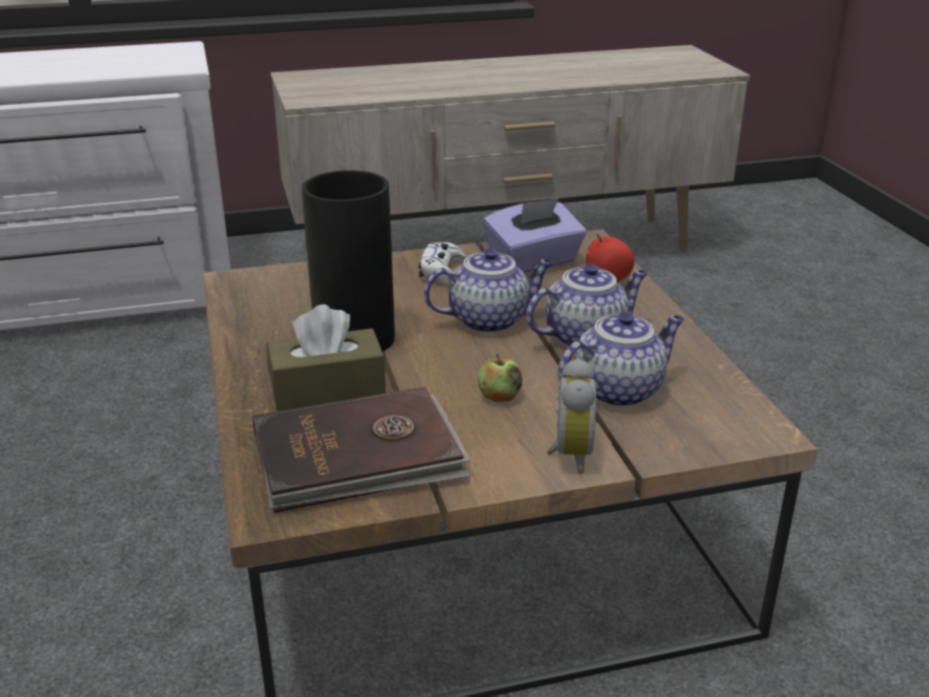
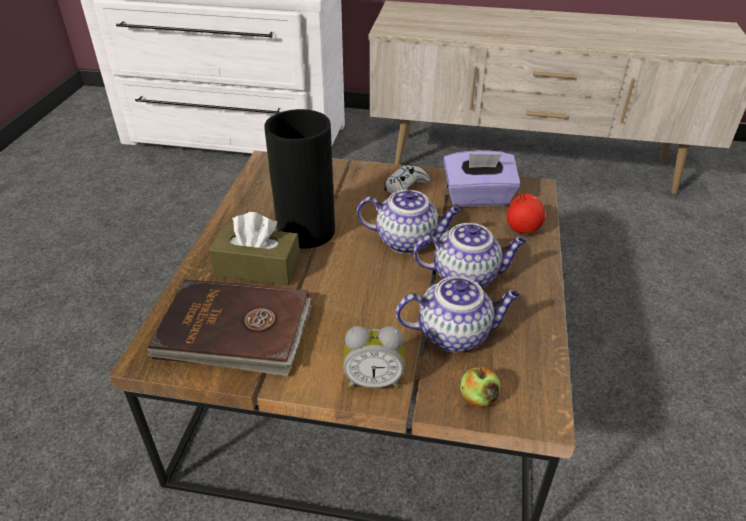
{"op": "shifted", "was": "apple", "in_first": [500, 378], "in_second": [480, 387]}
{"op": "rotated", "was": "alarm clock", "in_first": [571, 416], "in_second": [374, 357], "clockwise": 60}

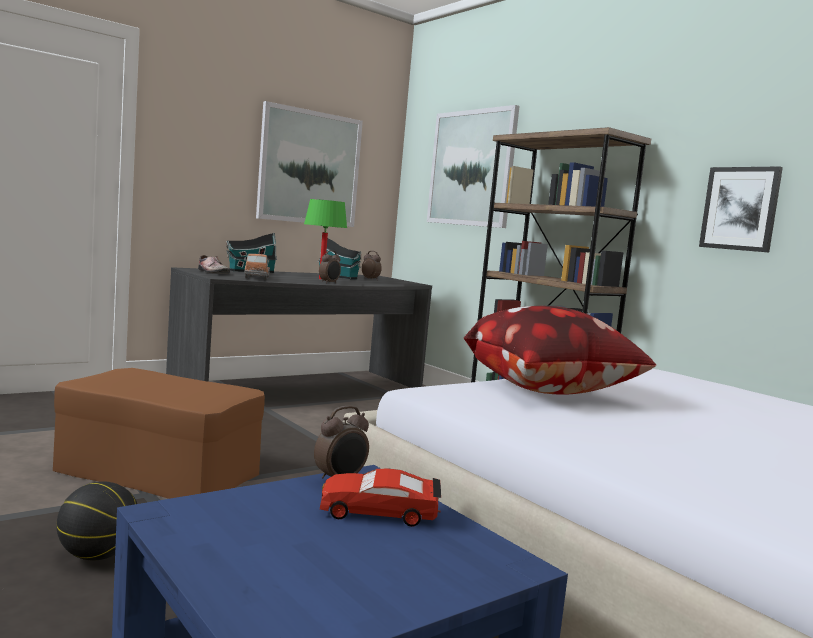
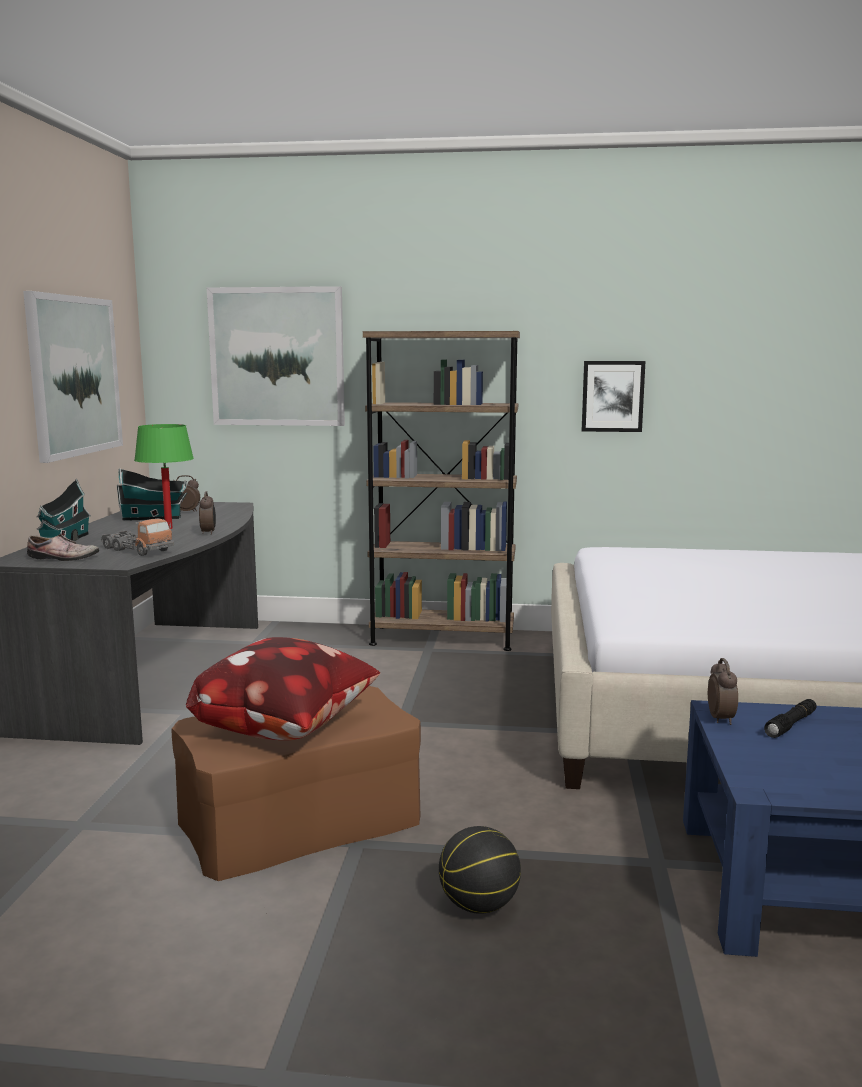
{"op": "swapped", "was": "red toy car", "now": "black flashlight", "in_first": [380, 498], "in_second": [790, 718]}
{"op": "shifted", "was": "pillow", "in_first": [560, 350], "in_second": [283, 688]}

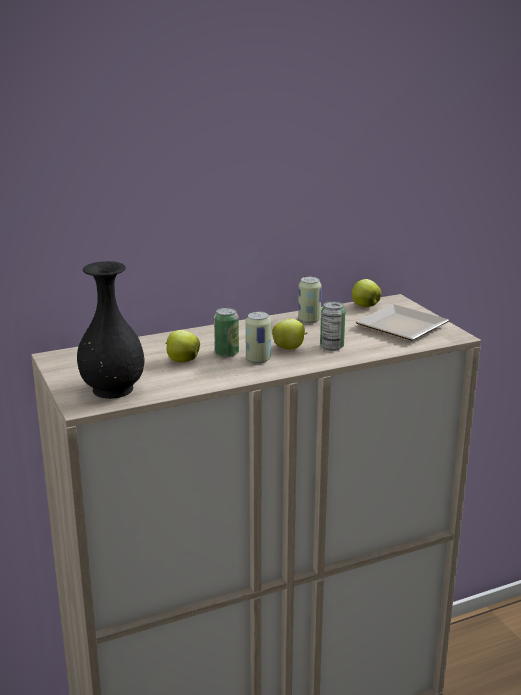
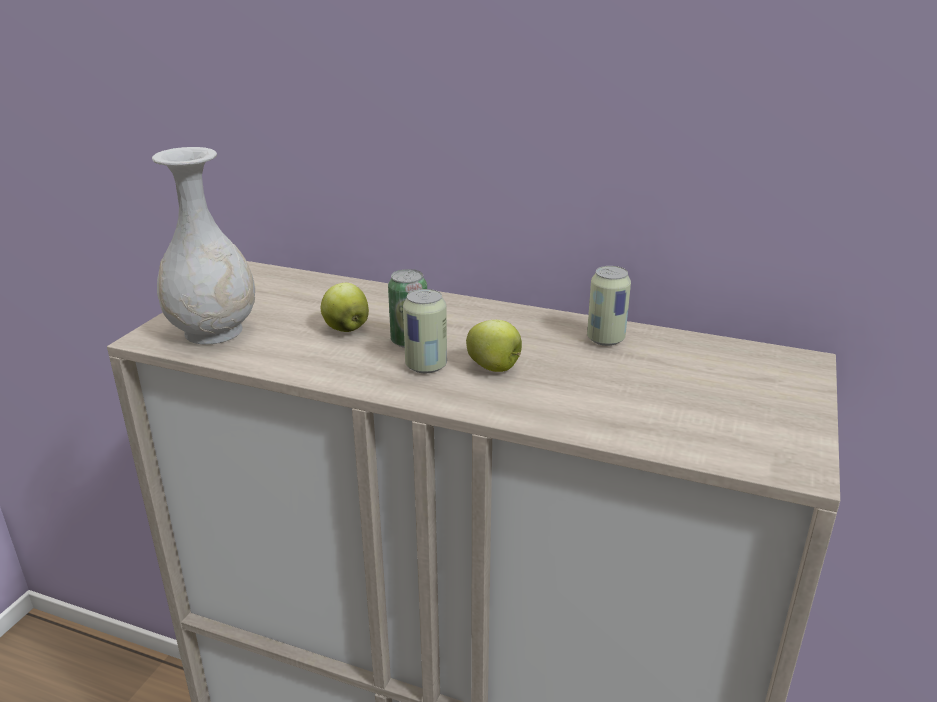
{"op": "repainted", "was": "black vase", "now": "white vase", "in_first": [111, 330], "in_second": [203, 246]}
{"op": "gone", "was": "can", "in_first": [332, 326]}
{"op": "gone", "was": "apple", "in_first": [366, 293]}
{"op": "gone", "was": "plate", "in_first": [402, 322]}

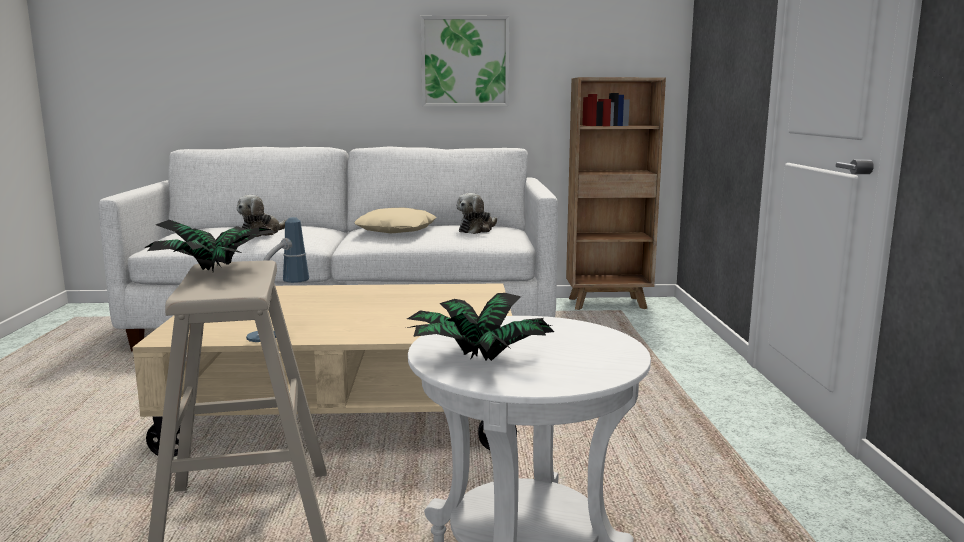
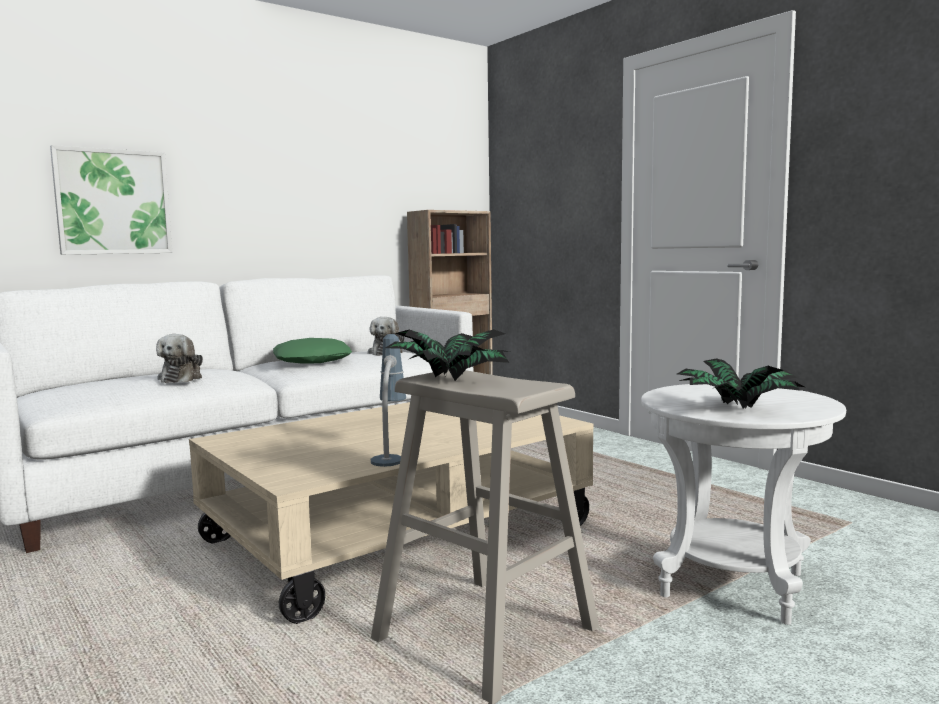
{"op": "repainted", "was": "beige pillow", "now": "green pillow", "in_first": [395, 220], "in_second": [312, 351]}
{"op": "shifted", "was": "picture", "in_first": [465, 61], "in_second": [111, 200]}

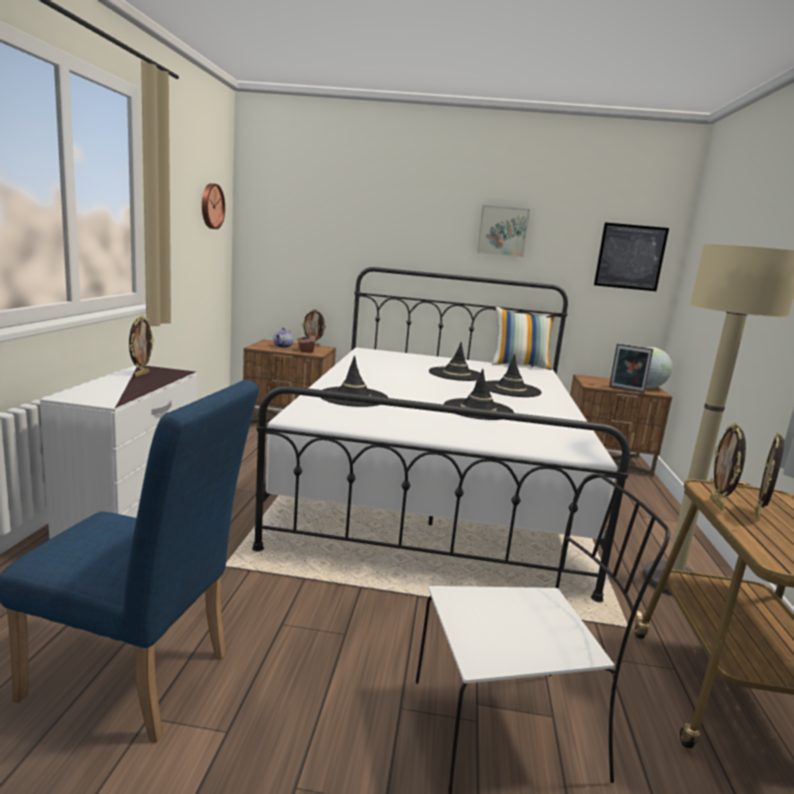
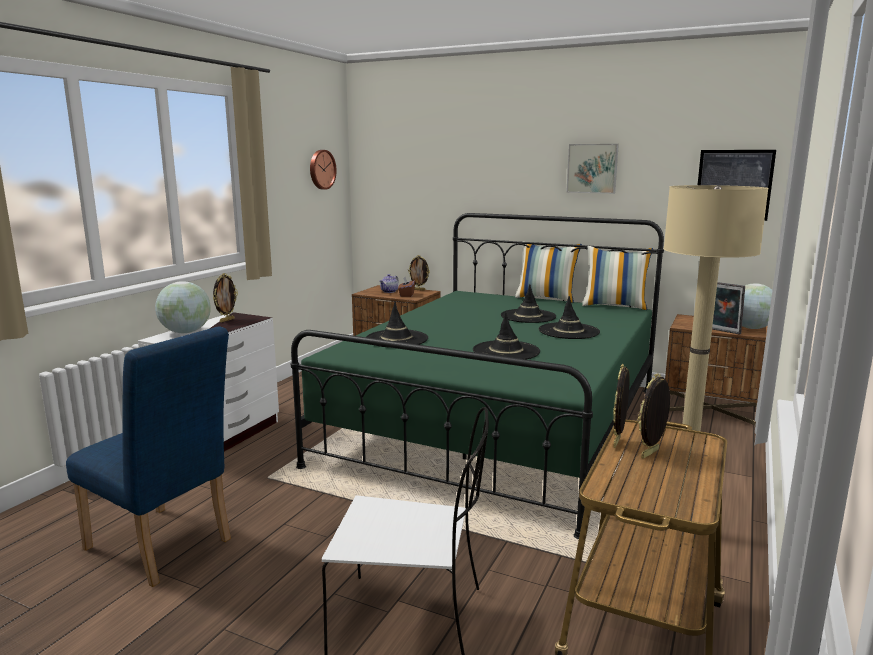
{"op": "repainted", "was": "white bed", "now": "green bed", "in_first": [441, 434], "in_second": [477, 376]}
{"op": "new", "now": "globe", "in_second": [183, 307]}
{"op": "new", "now": "pillow", "in_second": [548, 272]}

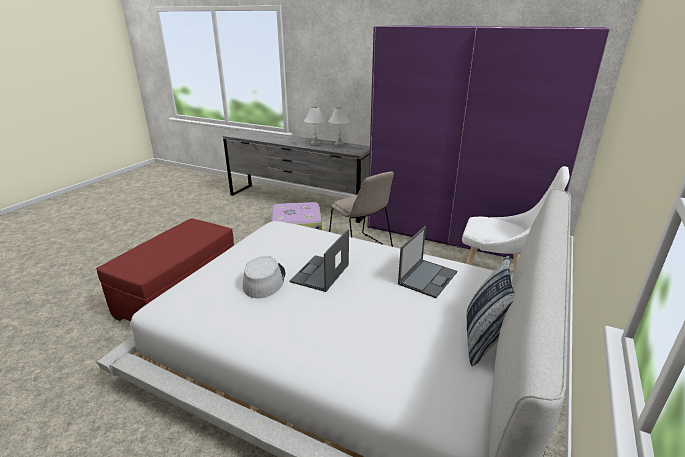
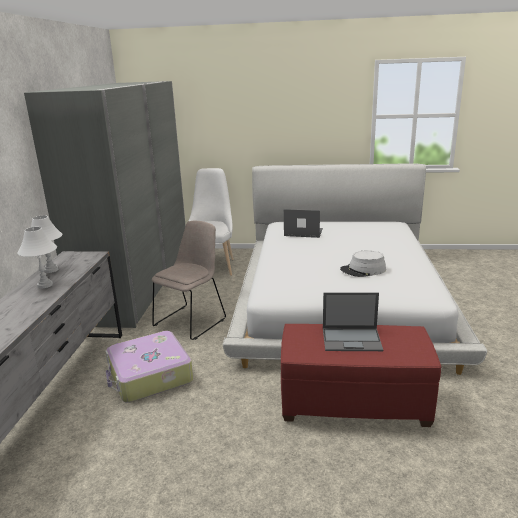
{"op": "shifted", "was": "laptop", "in_first": [319, 260], "in_second": [353, 321]}
{"op": "repainted", "was": "purple wardrobe", "now": "grey wardrobe", "in_first": [489, 142], "in_second": [105, 204]}
{"op": "gone", "was": "pillow", "in_first": [490, 310]}

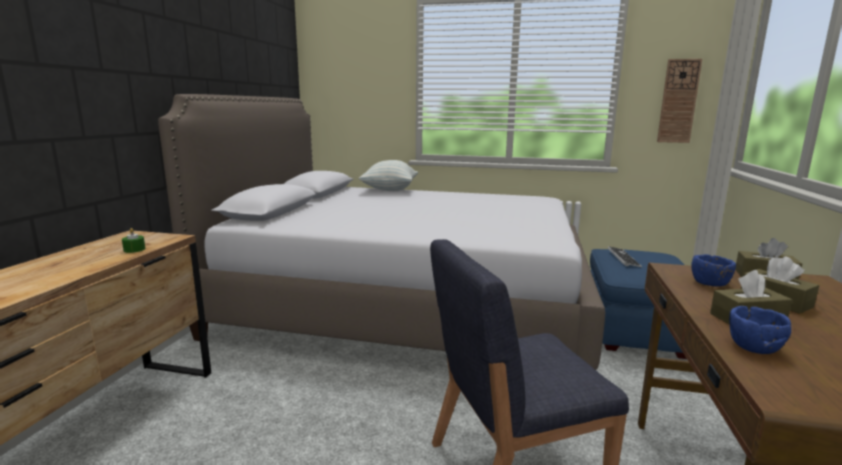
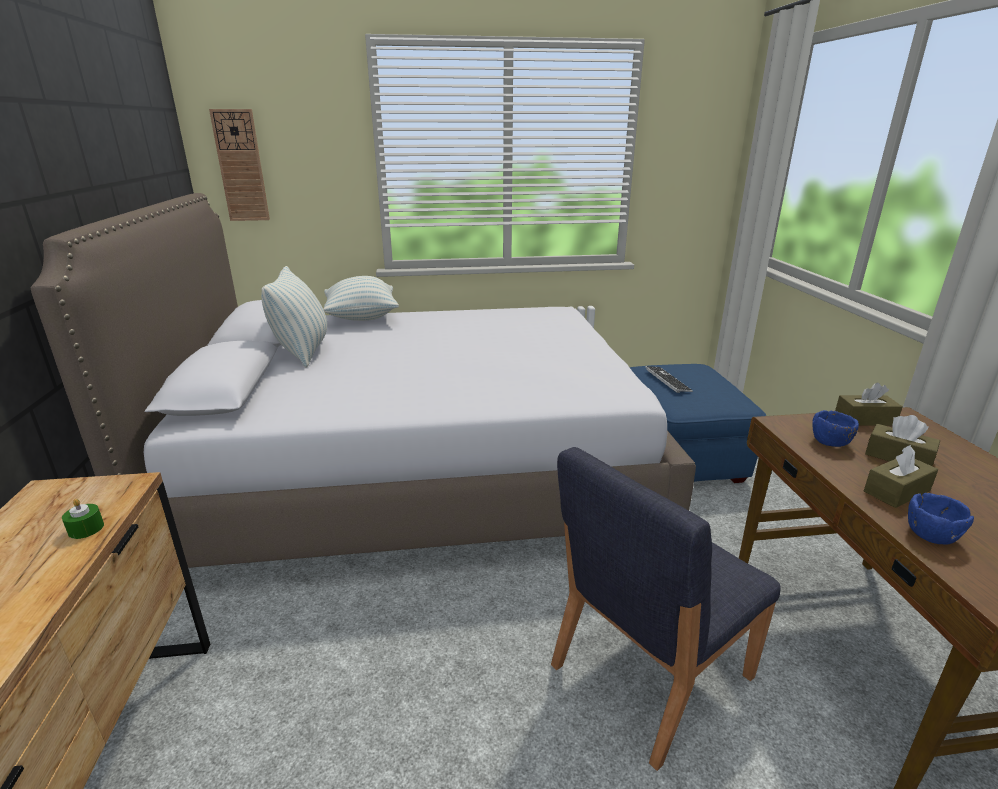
{"op": "shifted", "was": "wall clock", "in_first": [679, 101], "in_second": [239, 165]}
{"op": "new", "now": "pillow", "in_second": [294, 317]}

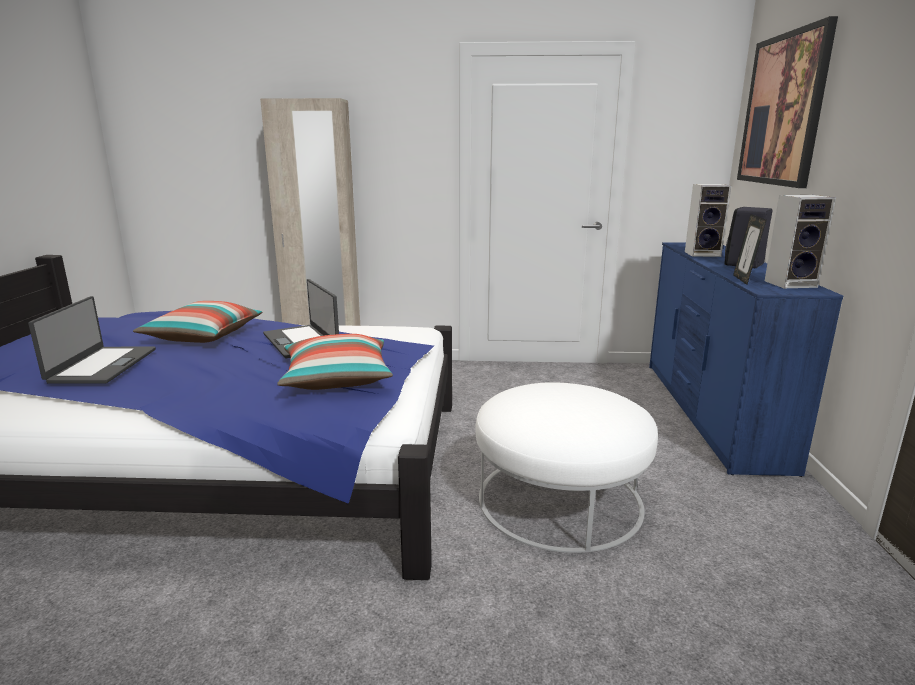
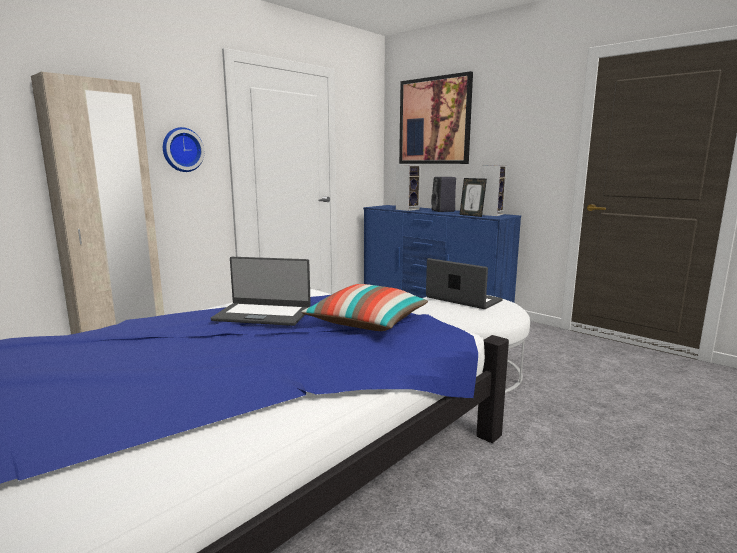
{"op": "shifted", "was": "laptop", "in_first": [92, 340], "in_second": [464, 283]}
{"op": "gone", "was": "pillow", "in_first": [198, 322]}
{"op": "new", "now": "wall clock", "in_second": [183, 149]}

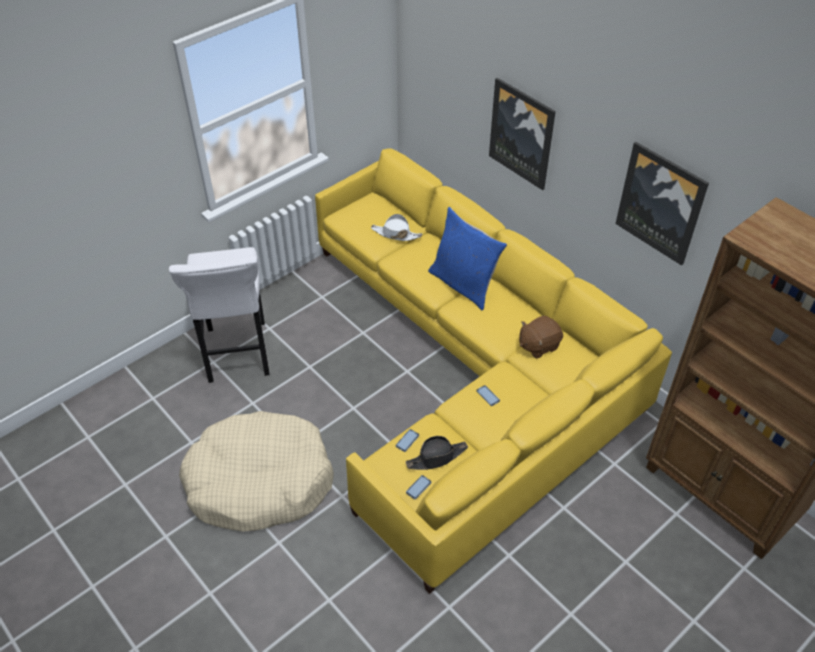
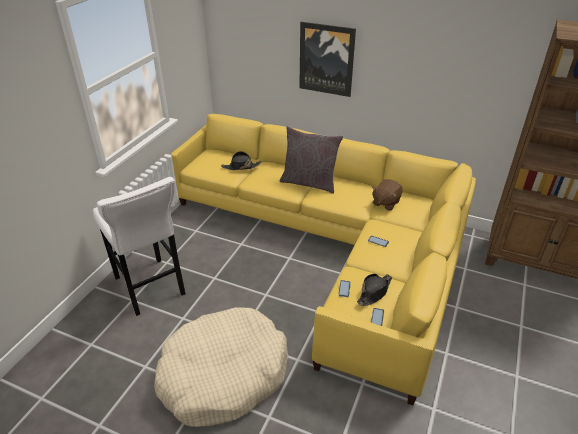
{"op": "repainted", "was": "white hat", "now": "black hat", "in_first": [396, 227], "in_second": [241, 160]}
{"op": "repainted", "was": "blue pillow", "now": "grey pillow", "in_first": [467, 258], "in_second": [311, 160]}
{"op": "gone", "was": "picture", "in_first": [662, 204]}

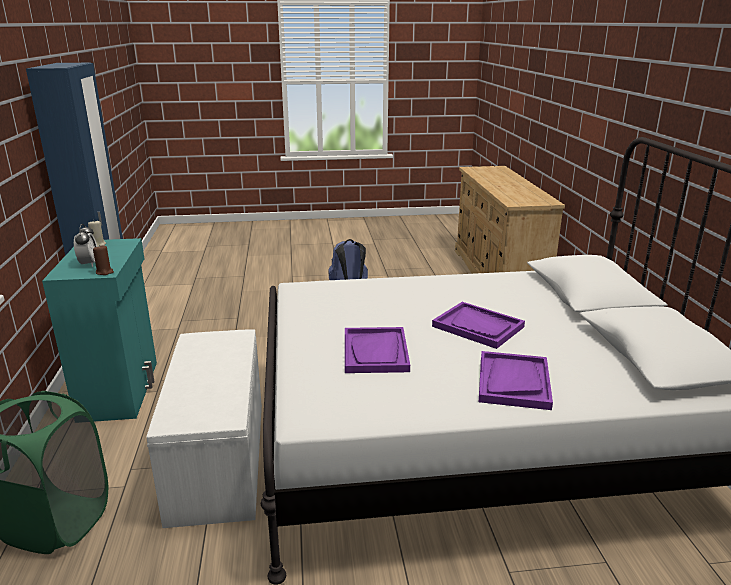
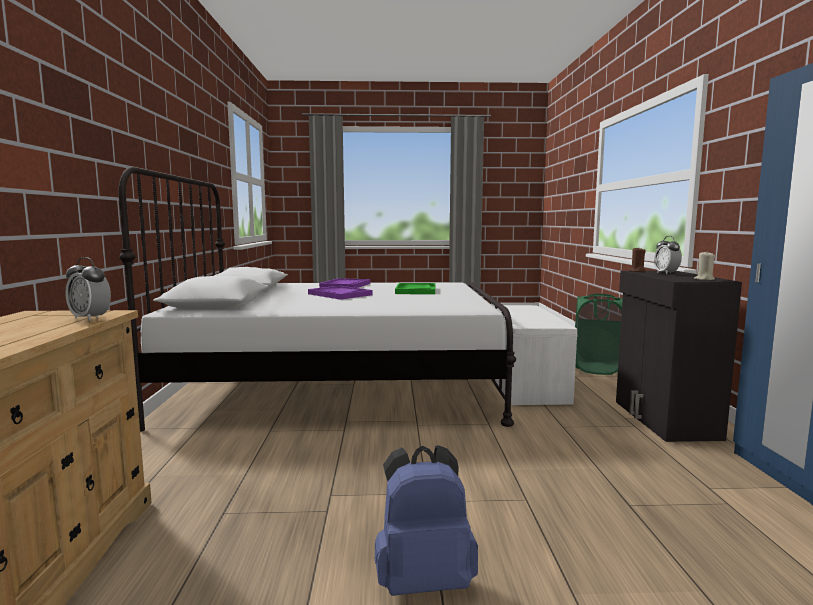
{"op": "repainted", "was": "turquoise cabinet", "now": "black cabinet", "in_first": [99, 330], "in_second": [679, 356]}
{"op": "repainted", "was": "purple tray", "now": "green tray", "in_first": [377, 350], "in_second": [415, 288]}
{"op": "new", "now": "alarm clock", "in_second": [88, 289]}

